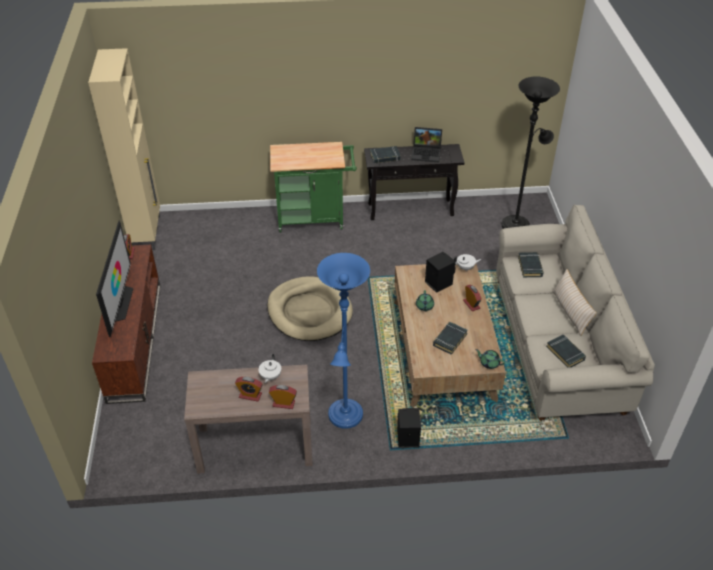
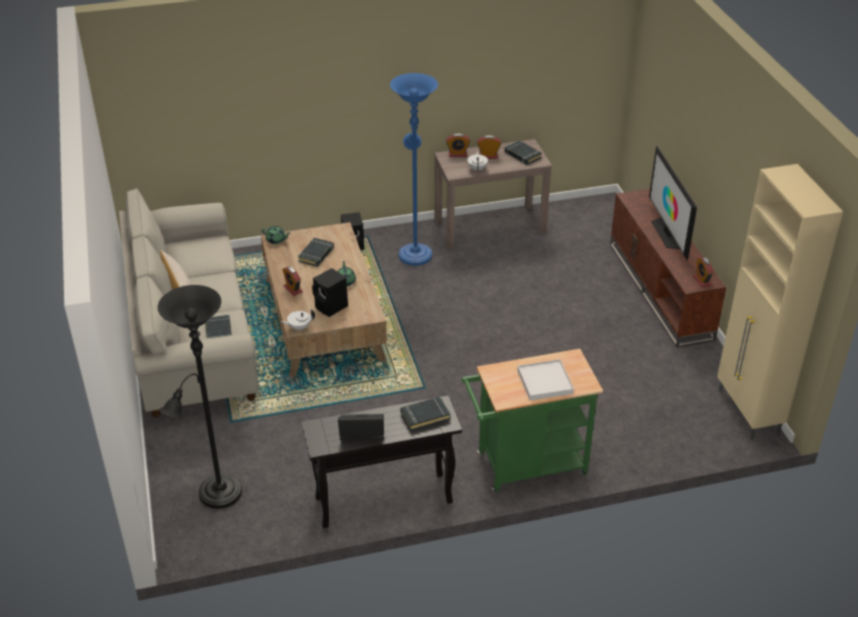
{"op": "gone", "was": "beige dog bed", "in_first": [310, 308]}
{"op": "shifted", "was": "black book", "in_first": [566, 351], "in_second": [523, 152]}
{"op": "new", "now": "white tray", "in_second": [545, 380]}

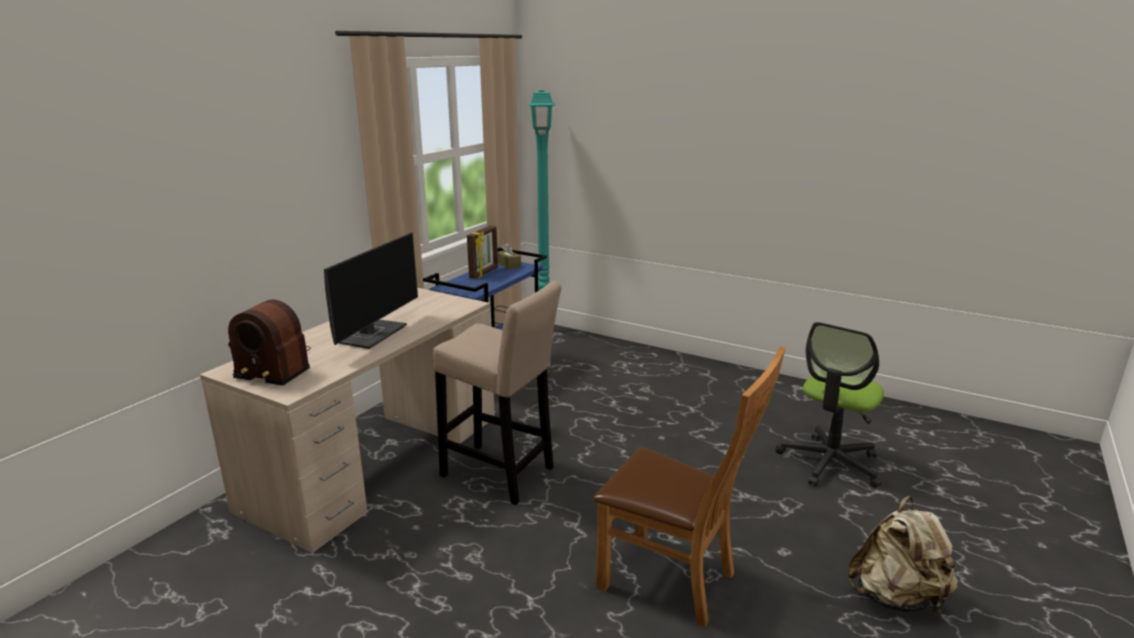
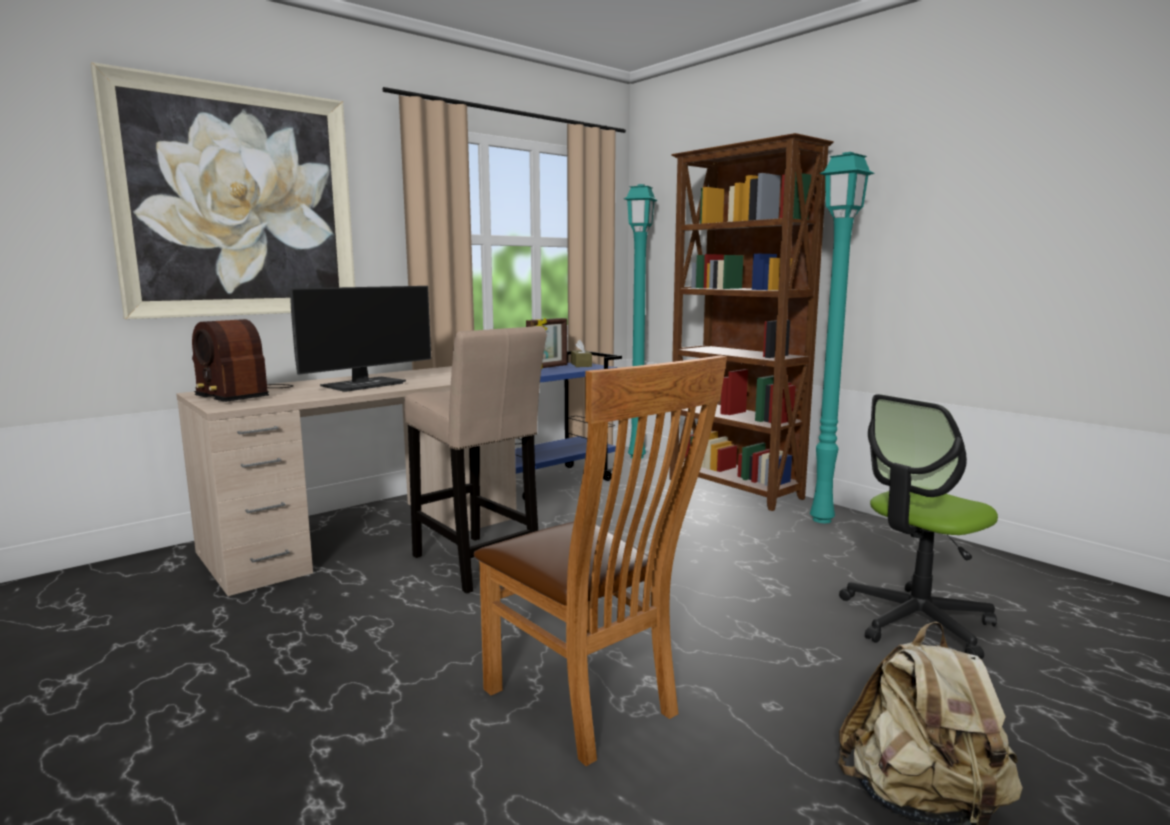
{"op": "new", "now": "picture", "in_second": [222, 190]}
{"op": "new", "now": "brown bookcase", "in_second": [751, 322]}
{"op": "new", "now": "turquoise floor lamp", "in_second": [842, 337]}

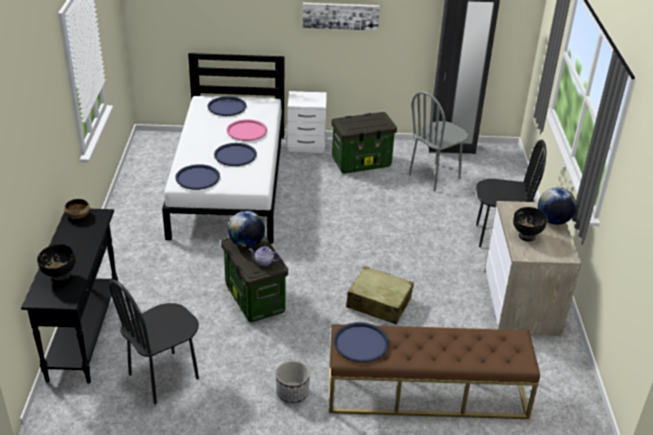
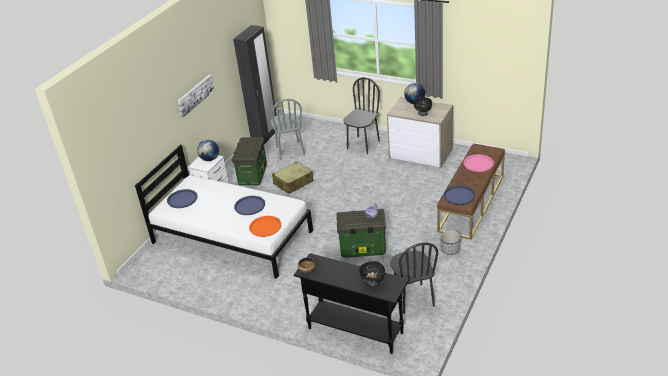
{"op": "repainted", "was": "blue tray", "now": "orange tray", "in_first": [197, 177], "in_second": [265, 226]}
{"op": "shifted", "was": "pink tray", "in_first": [247, 130], "in_second": [478, 163]}
{"op": "shifted", "was": "globe", "in_first": [246, 229], "in_second": [208, 150]}
{"op": "shifted", "was": "beige suitcase", "in_first": [380, 295], "in_second": [293, 178]}

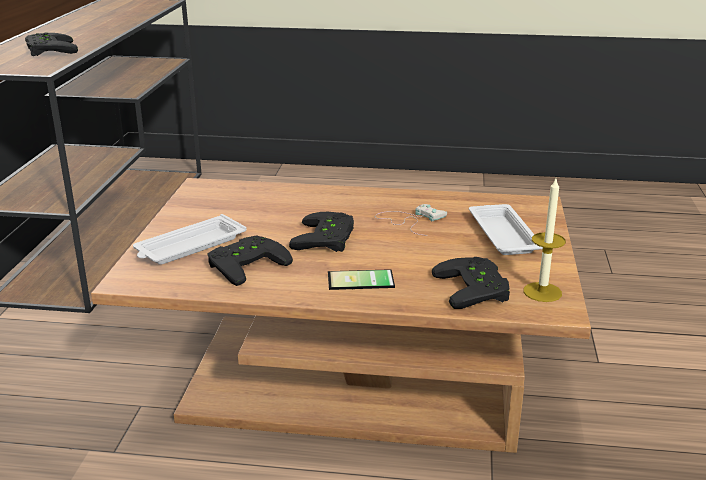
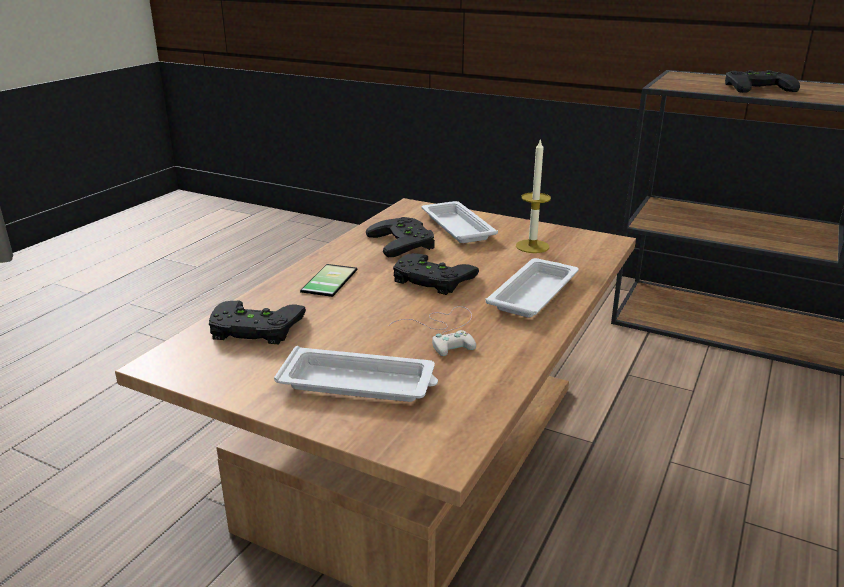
{"op": "shifted", "was": "candle", "in_first": [544, 240], "in_second": [533, 195]}
{"op": "new", "now": "white tray", "in_second": [532, 288]}

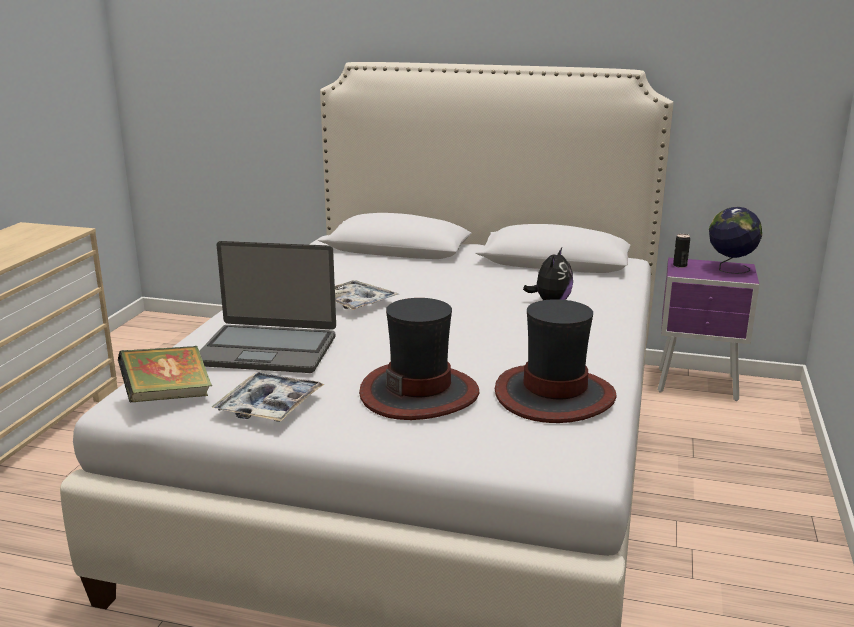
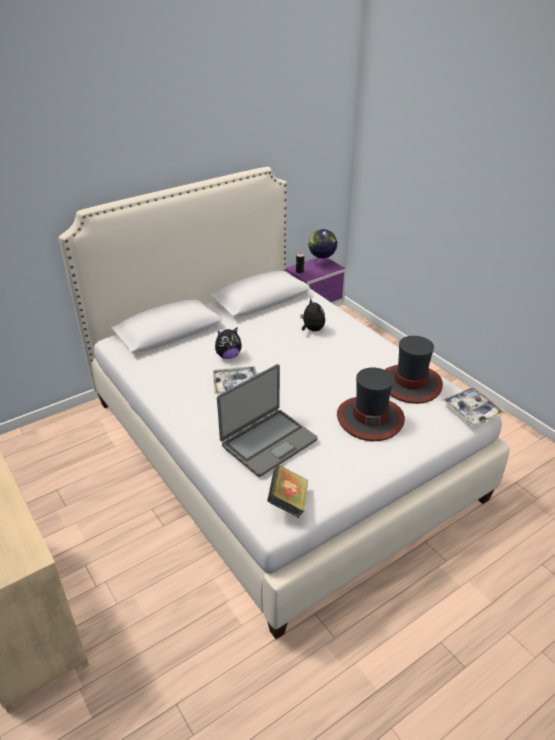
{"op": "shifted", "was": "tray", "in_first": [268, 397], "in_second": [473, 407]}
{"op": "new", "now": "plush toy", "in_second": [228, 343]}

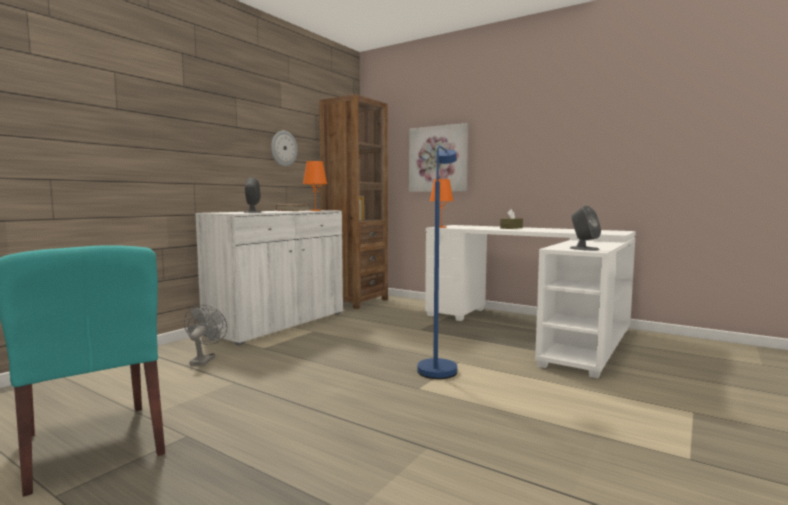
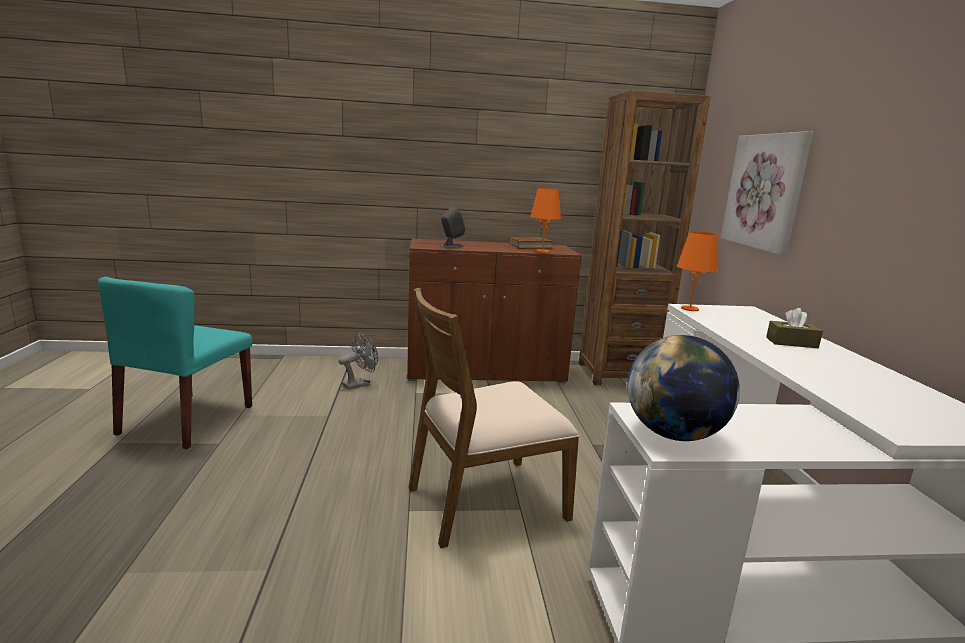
{"op": "repainted", "was": "white cabinet", "now": "brown cabinet", "in_first": [269, 277], "in_second": [494, 311]}
{"op": "gone", "was": "wall clock", "in_first": [284, 148]}
{"op": "swapped", "was": "blue floor lamp", "now": "brown chair", "in_first": [437, 262], "in_second": [494, 418]}
{"op": "swapped", "was": "grey speaker", "now": "globe", "in_first": [585, 228], "in_second": [683, 388]}

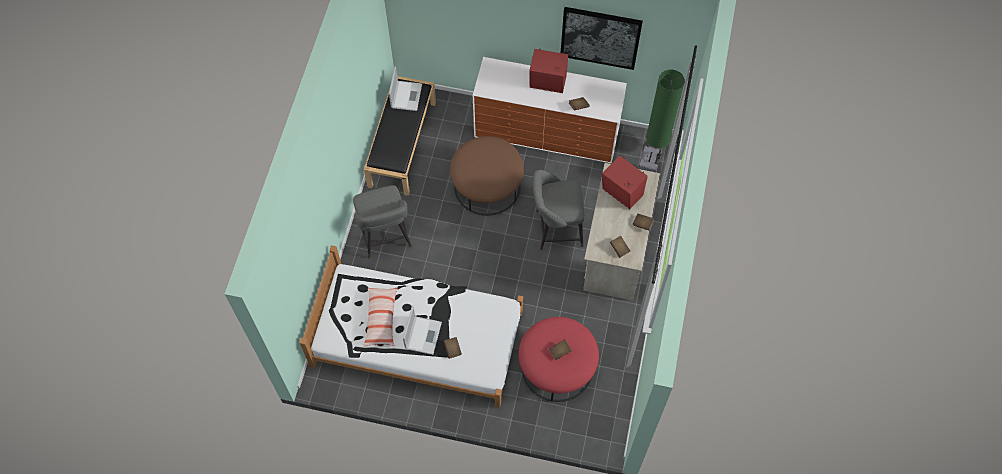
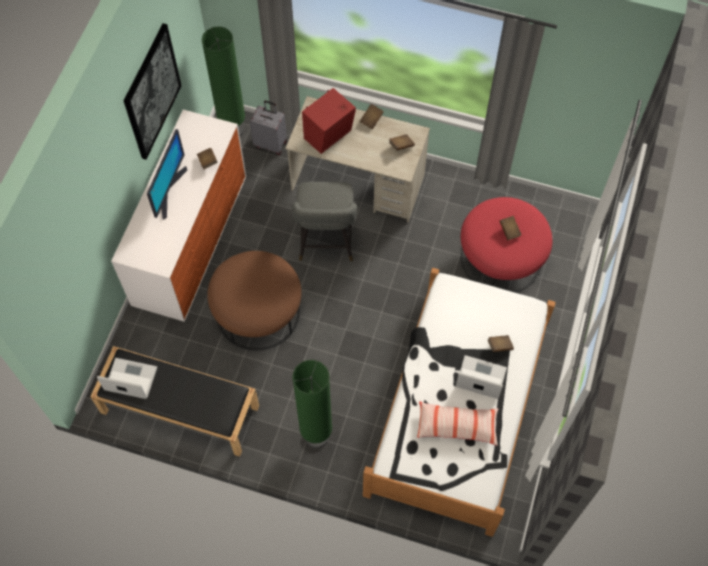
{"op": "swapped", "was": "grey stool", "now": "green floor lamp", "in_first": [382, 221], "in_second": [312, 404]}
{"op": "swapped", "was": "red speaker", "now": "monitor", "in_first": [548, 70], "in_second": [167, 174]}

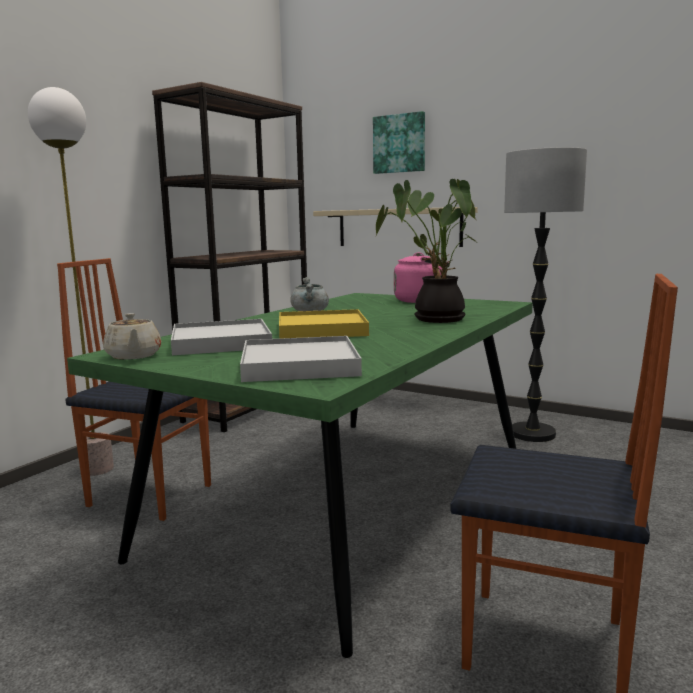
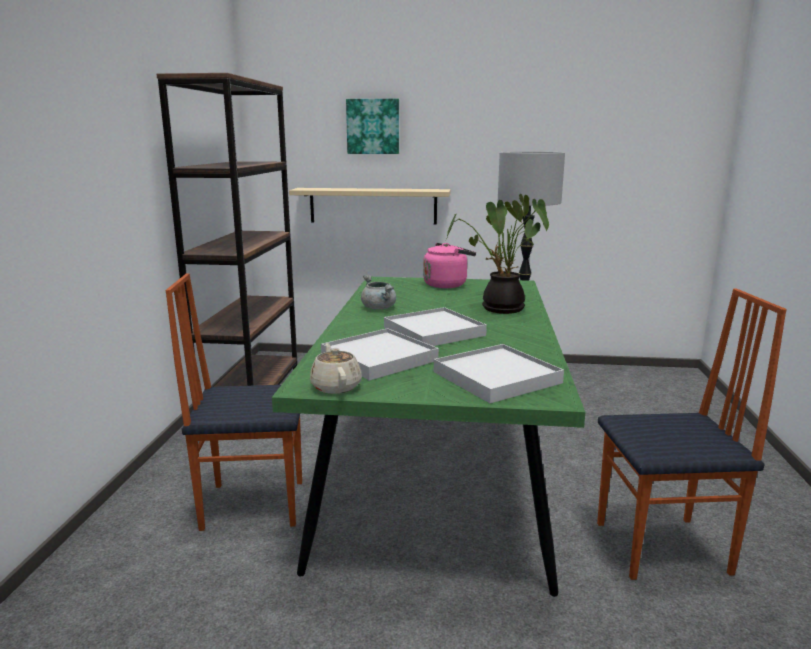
{"op": "gone", "was": "floor lamp", "in_first": [71, 281]}
{"op": "rotated", "was": "beige teapot", "in_first": [132, 336], "in_second": [336, 368], "clockwise": -150}
{"op": "repainted", "was": "yellow tray", "now": "white tray", "in_first": [324, 324], "in_second": [435, 326]}

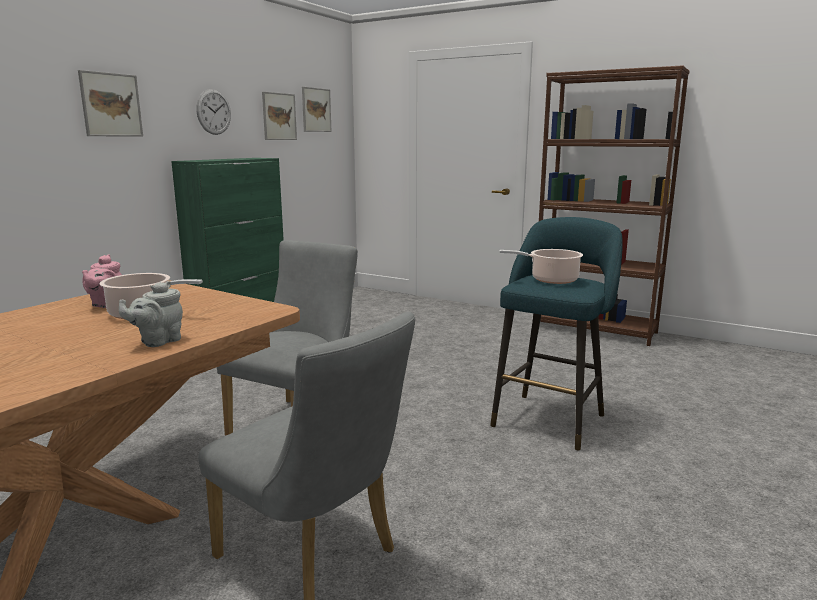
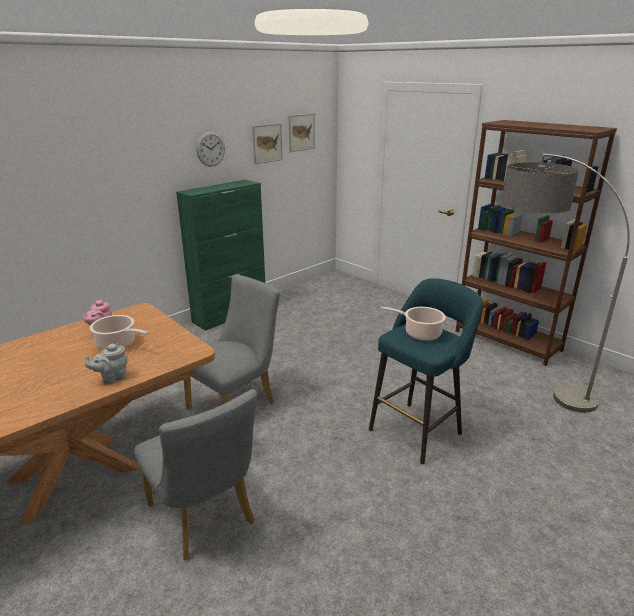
{"op": "gone", "was": "picture", "in_first": [110, 103]}
{"op": "new", "now": "floor lamp", "in_second": [566, 283]}

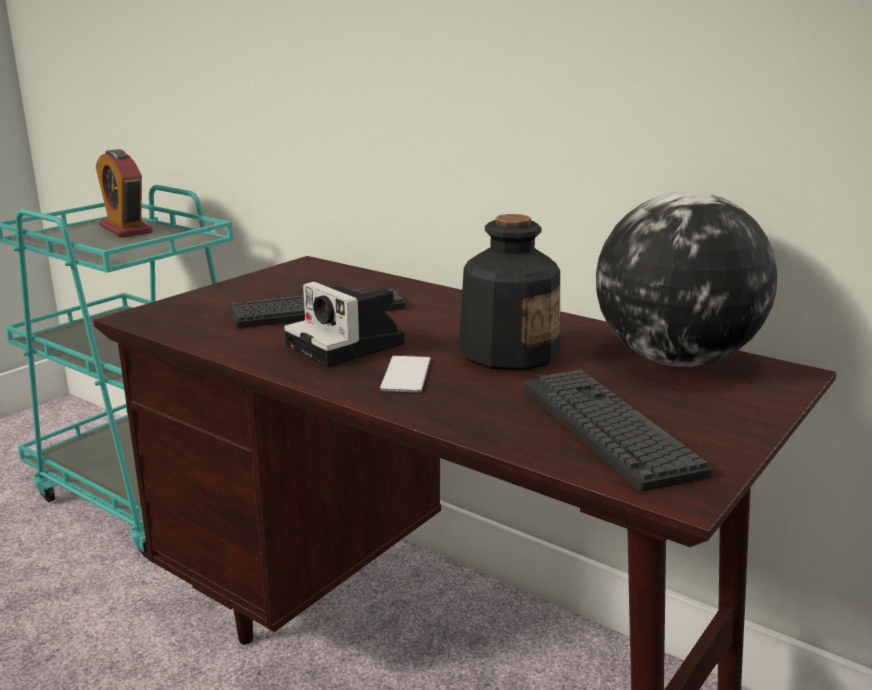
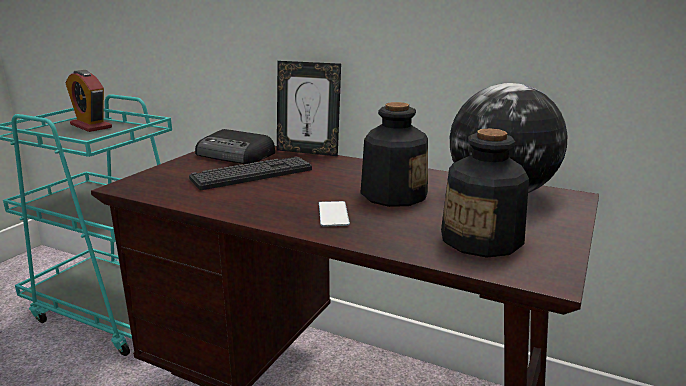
{"op": "gone", "was": "photo camera", "in_first": [344, 324]}
{"op": "swapped", "was": "keyboard", "now": "bottle", "in_first": [618, 431], "in_second": [485, 193]}
{"op": "new", "now": "radio", "in_second": [235, 146]}
{"op": "new", "now": "picture frame", "in_second": [309, 108]}

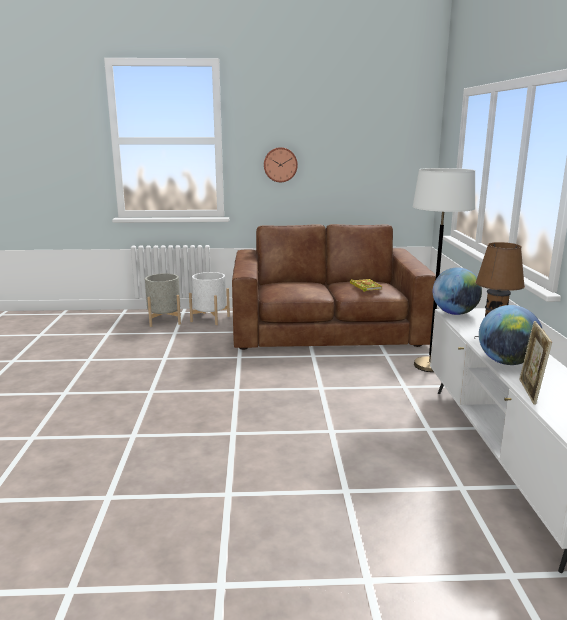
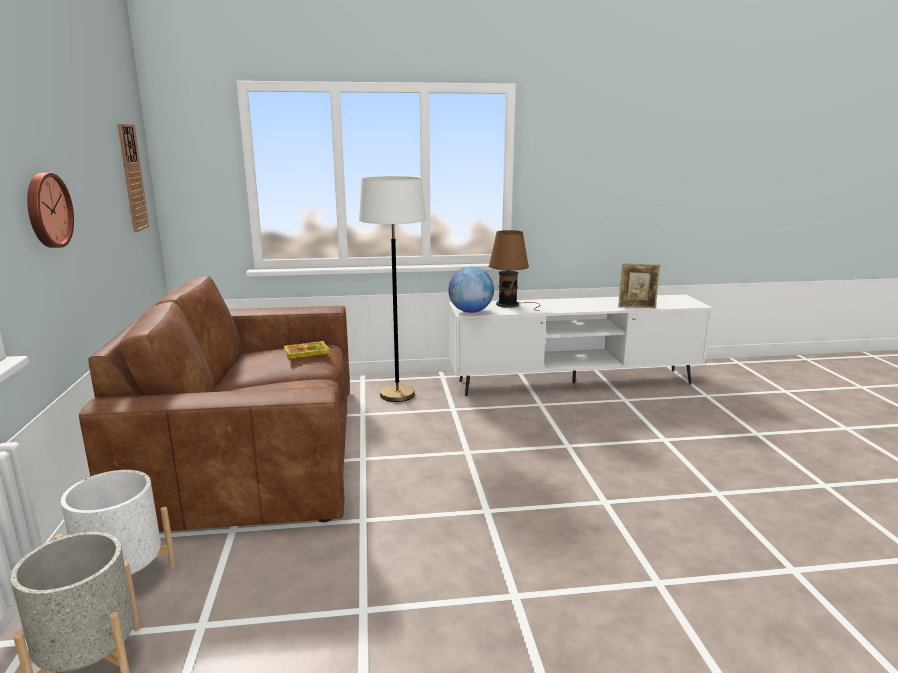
{"op": "gone", "was": "globe", "in_first": [511, 335]}
{"op": "new", "now": "wall clock", "in_second": [133, 178]}

